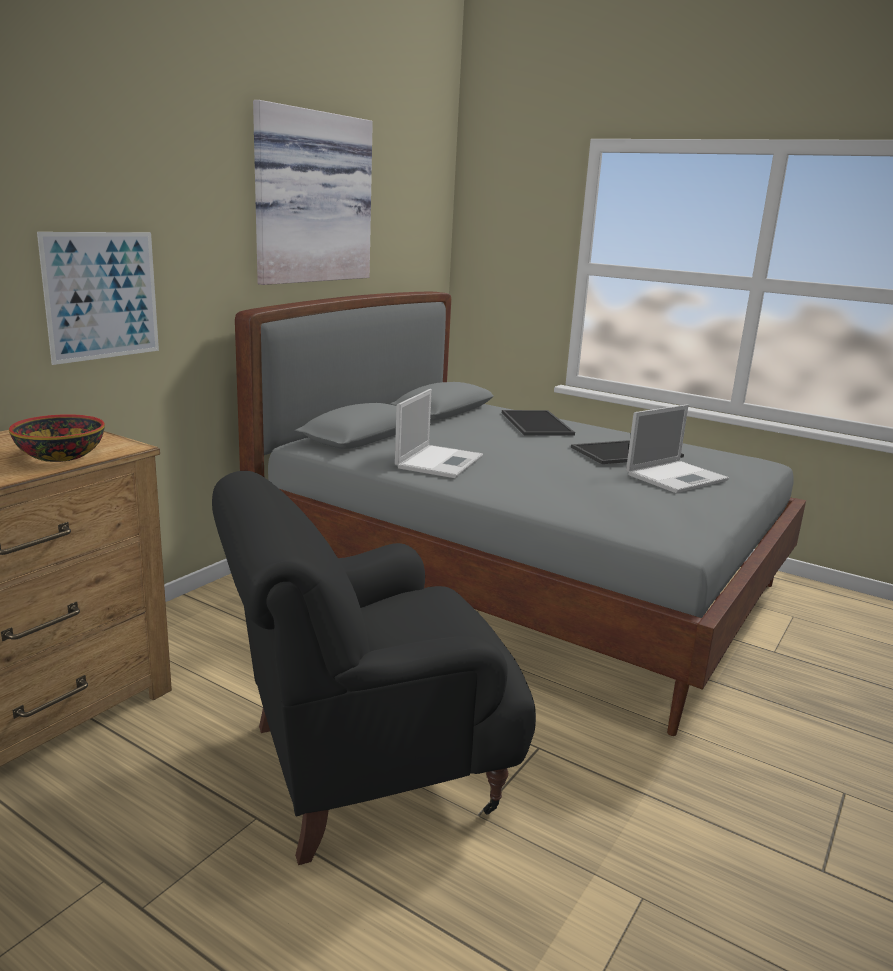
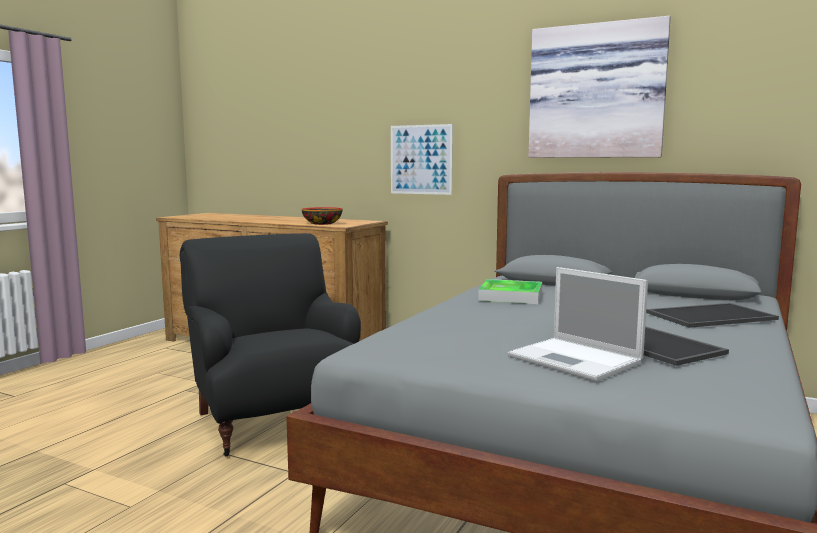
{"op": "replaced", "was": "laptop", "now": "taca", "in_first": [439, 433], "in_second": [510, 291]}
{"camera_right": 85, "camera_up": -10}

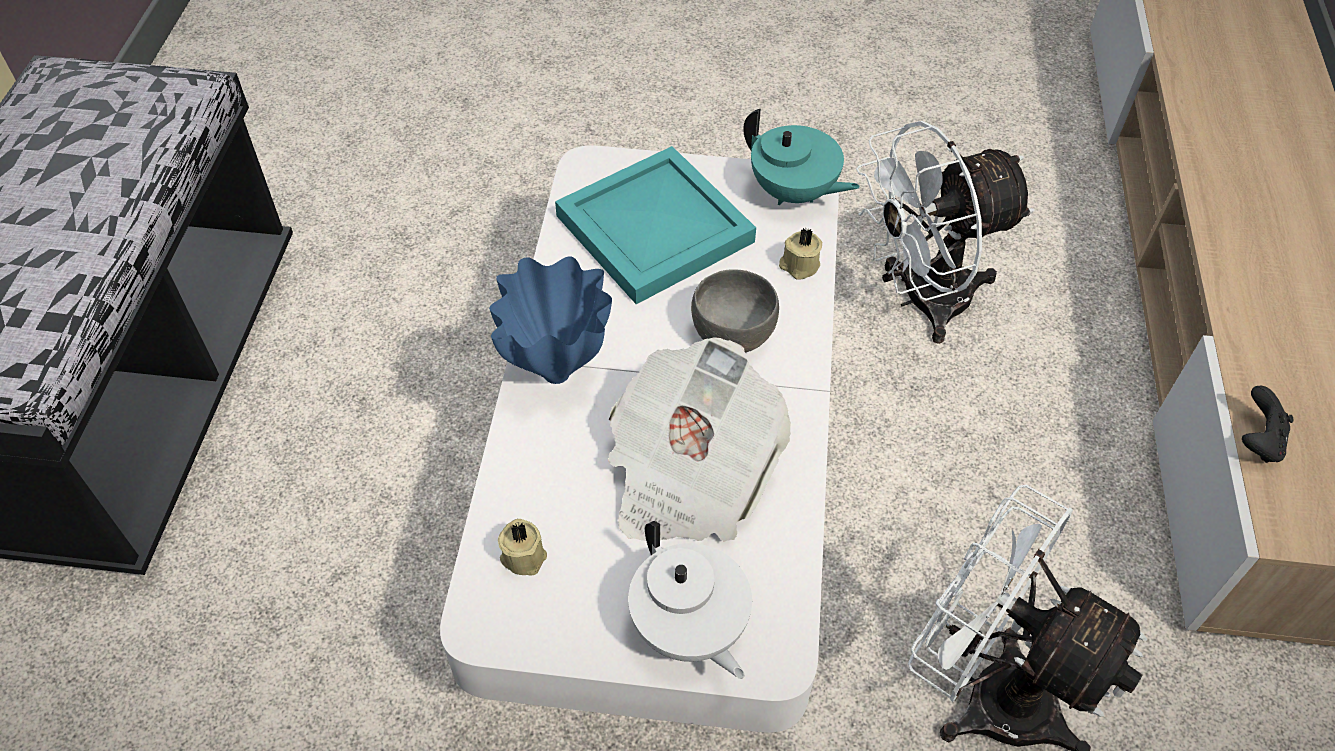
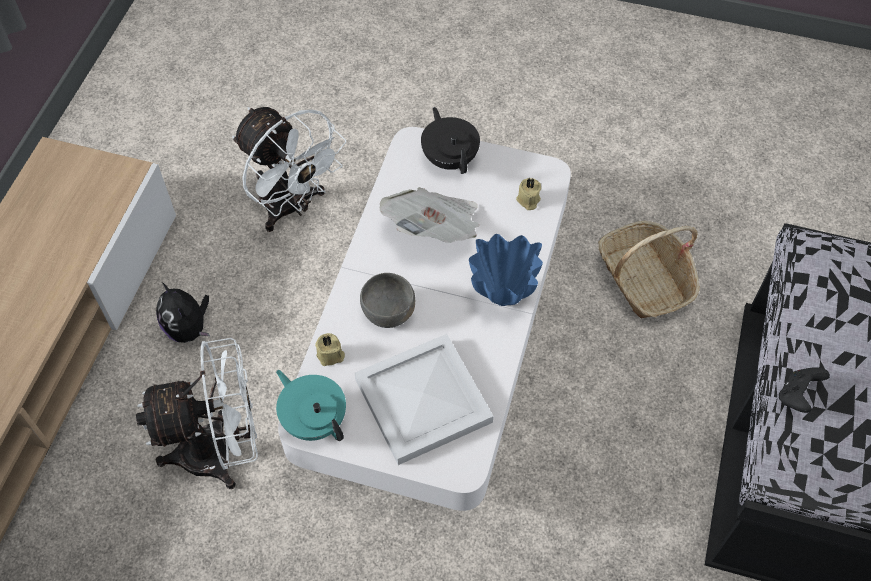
{"op": "added", "now": "pluszak", "in_second": [183, 313]}
{"op": "recoloured", "was": "taca/turkusowy", "now": "taca/biały", "in_first": [655, 225], "in_second": [424, 399]}
{"op": "recoloured", "was": "imbryk/biały", "now": "imbryk/czarny", "in_first": [690, 600], "in_second": [450, 140]}
{"op": "added", "now": "koszyk", "in_second": [649, 269]}
{"op": "moved", "was": "pad do gier/czarny", "in_first": [1267, 424], "in_second": [804, 390]}
{"camera_right": -170, "camera_up": 5}

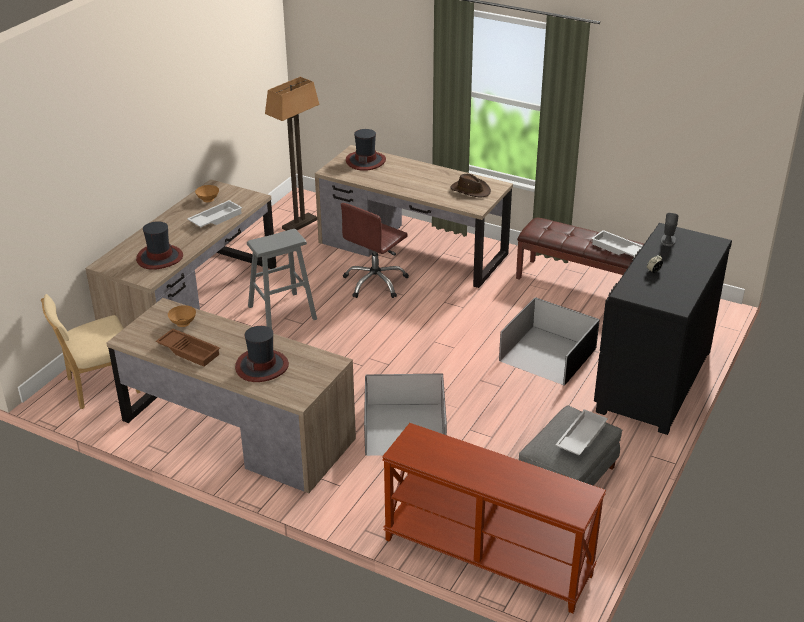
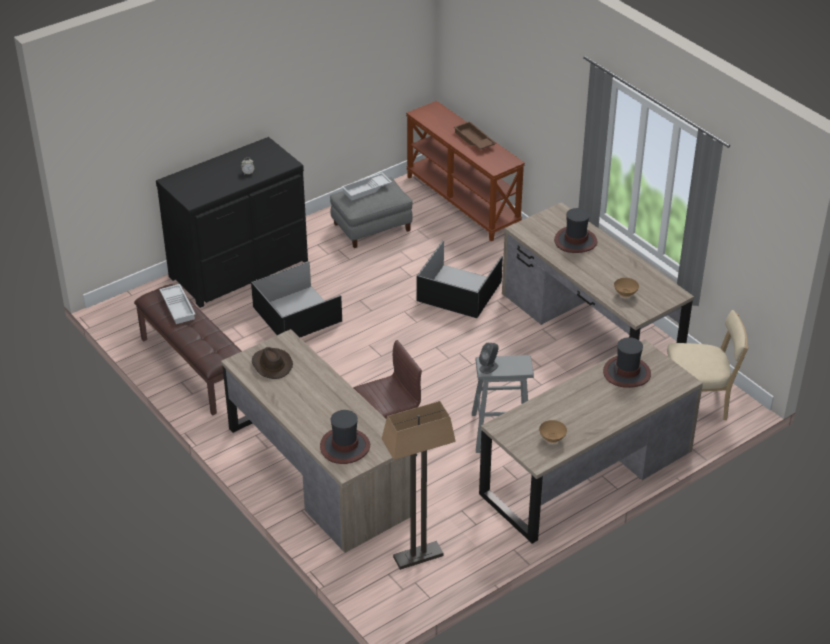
{"op": "moved", "was": "taca/brązowy", "in_first": [188, 348], "in_second": [475, 135]}
{"op": "moved", "was": "głośnik/szary", "in_first": [669, 229], "in_second": [489, 358]}
{"op": "removed", "was": "taca/biały", "in_first": [214, 213]}
{"camera_right": -155, "camera_up": 5}

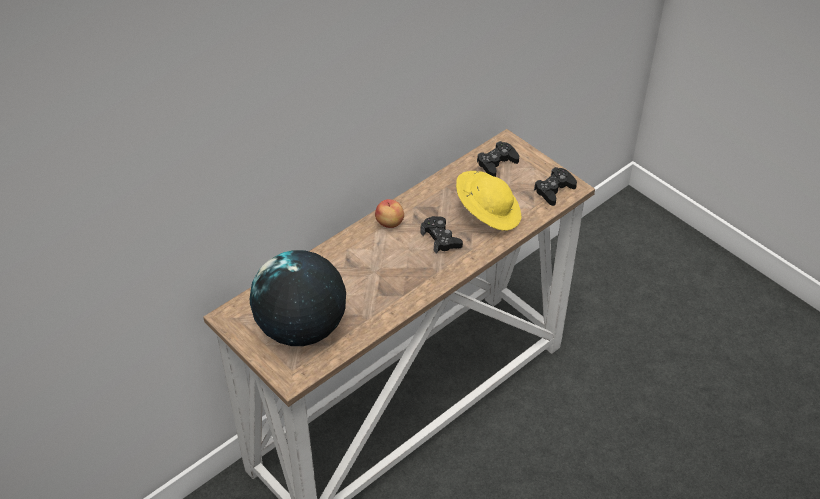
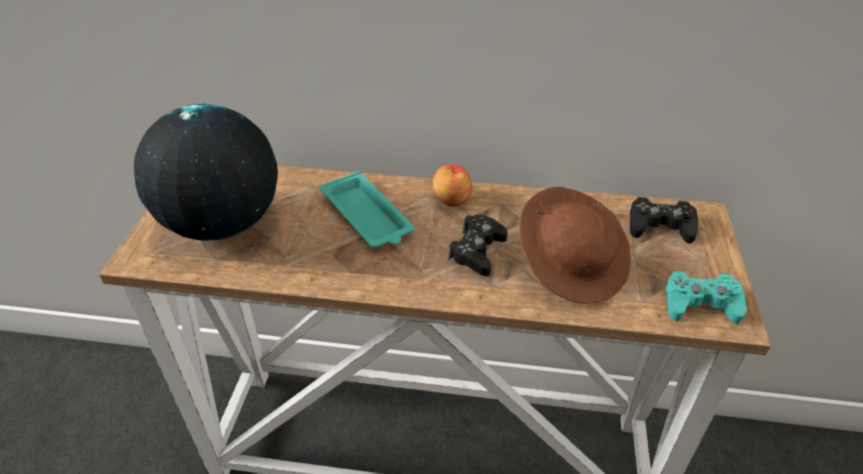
{"op": "added", "now": "taca/turkusowy", "in_second": [367, 209]}
{"op": "recoloured", "was": "kapelusz/żółty", "now": "kapelusz/brązowy", "in_first": [488, 201], "in_second": [575, 245]}
{"op": "recoloured", "was": "pad do gier/czarny", "now": "pad do gier/turkusowy", "in_first": [555, 186], "in_second": [705, 297]}
{"camera_right": 50, "camera_up": -5}

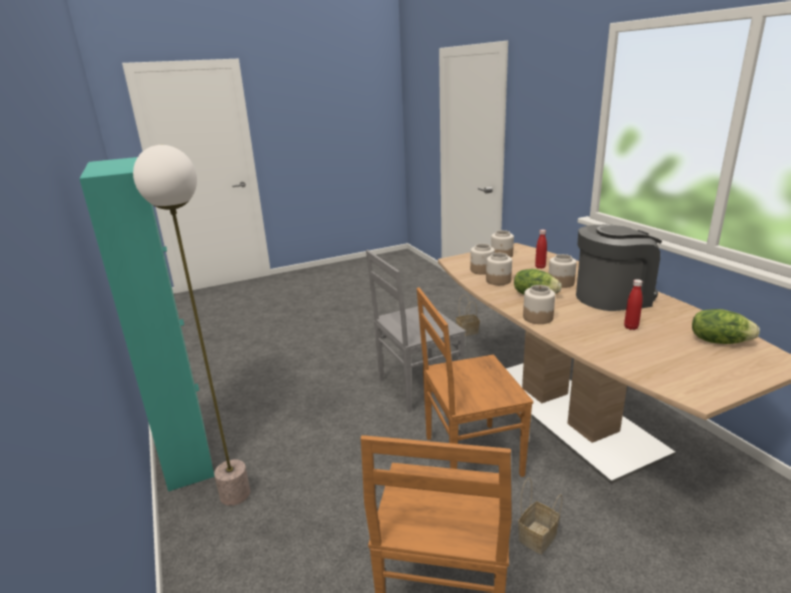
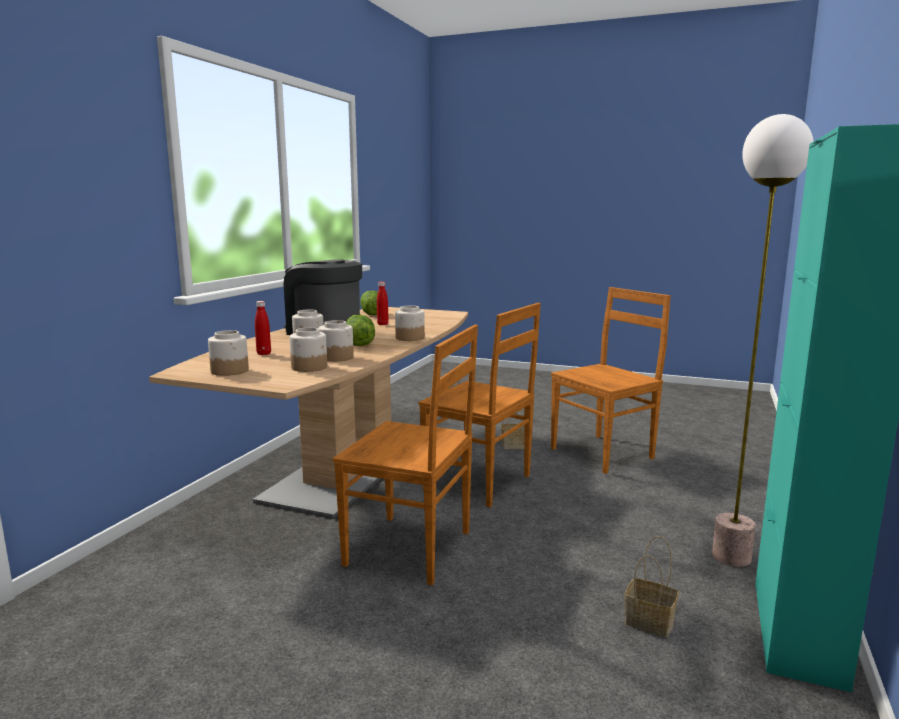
{"op": "recoloured", "was": "krzesło/szary", "now": "krzesło/brązowy", "in_first": [416, 331], "in_second": [405, 455]}
{"op": "moved", "was": "koszyk", "in_first": [468, 315], "in_second": [652, 586]}
{"camera_right": -135, "camera_up": -10}

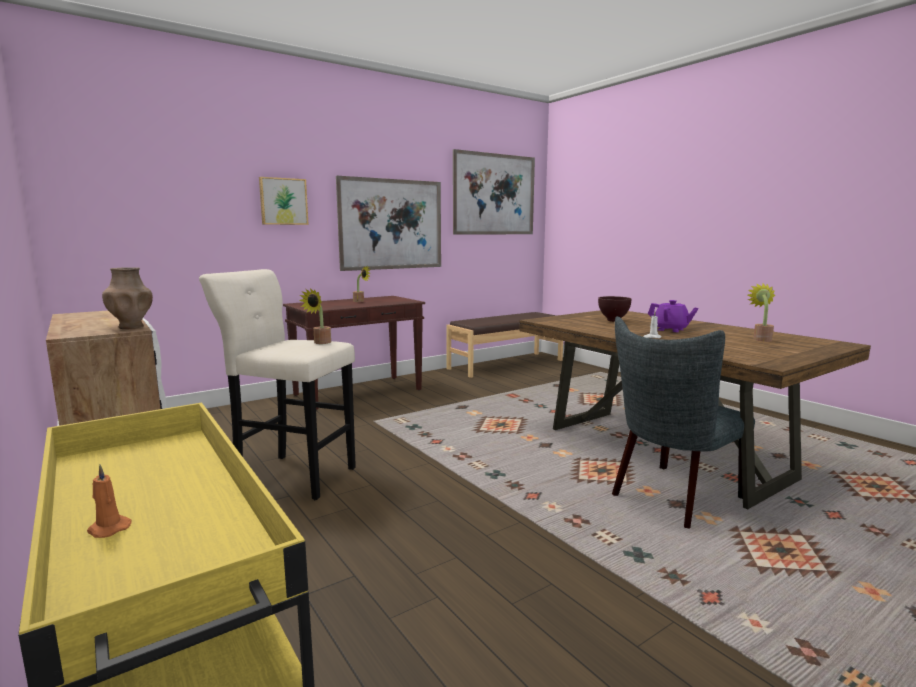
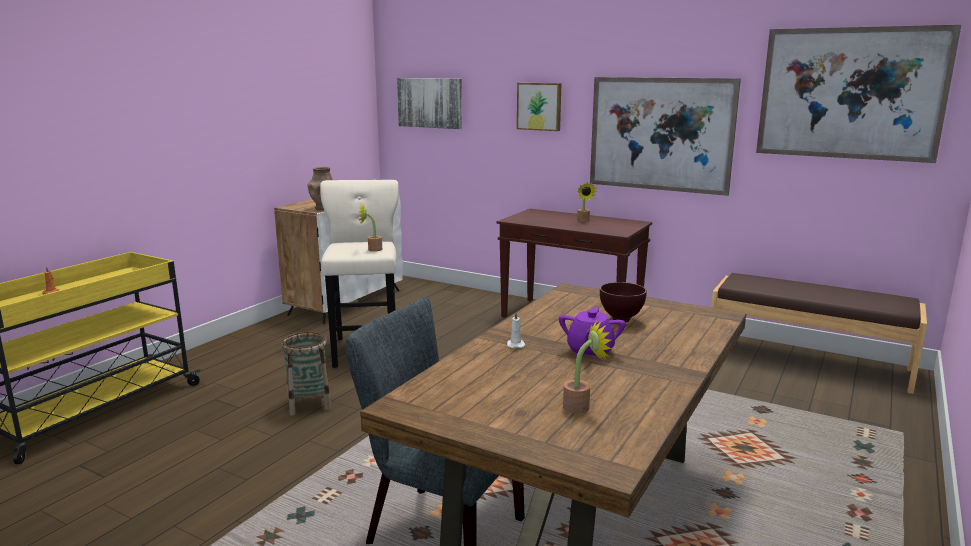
{"op": "added", "now": "koszyk", "in_second": [306, 374]}
{"op": "added", "now": "obraz", "in_second": [429, 103]}
{"camera_right": 65, "camera_up": 5}

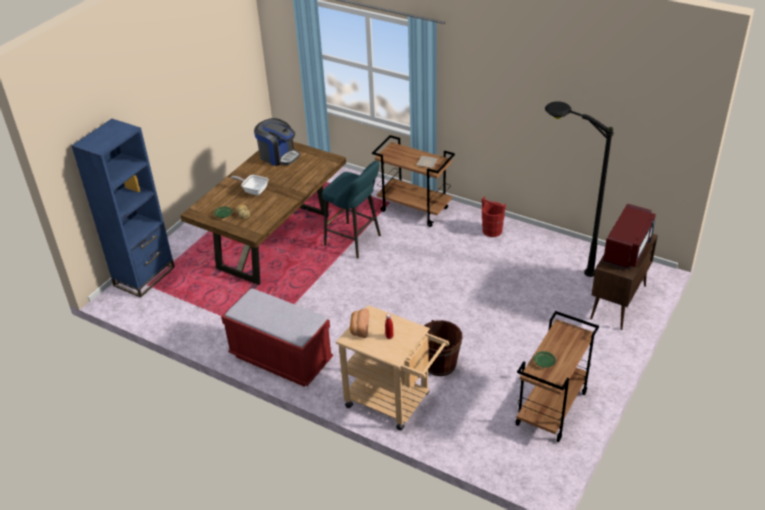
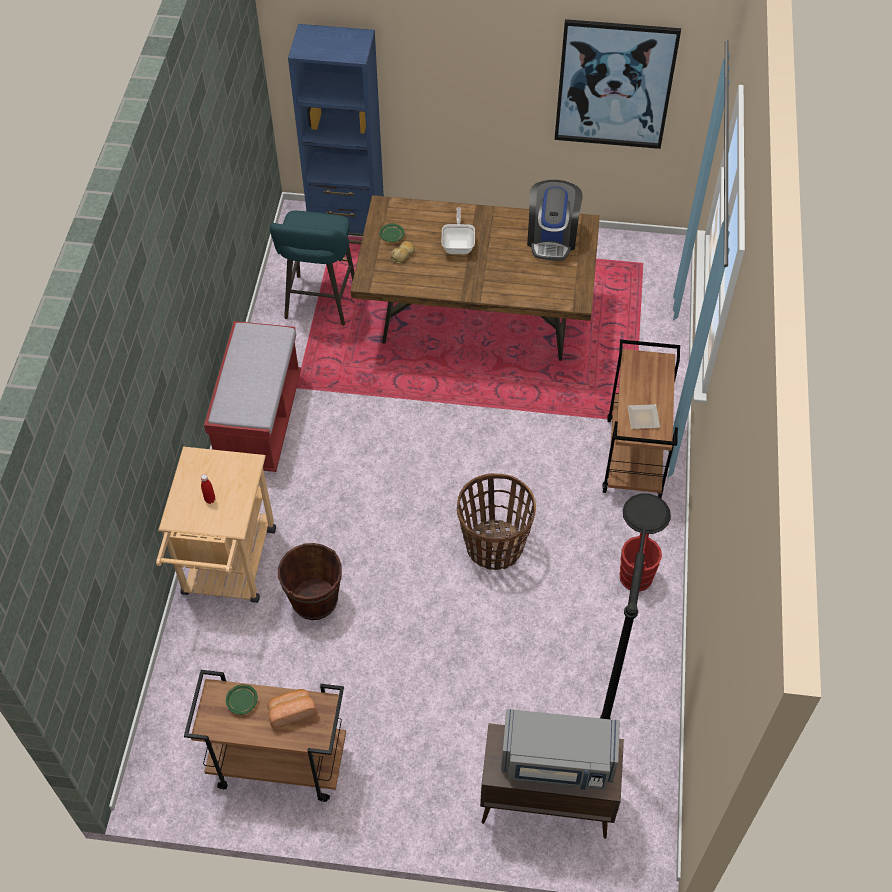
{"op": "moved", "was": "chleb", "in_first": [359, 323], "in_second": [292, 708]}
{"op": "moved", "was": "stołek/turkusowy", "in_first": [351, 209], "in_second": [312, 268]}
{"op": "added", "now": "koszyk", "in_second": [496, 521]}
{"op": "recoloured", "was": "mikrofalówka/czerwony", "now": "mikrofalówka/szary", "in_first": [629, 236], "in_second": [560, 749]}
{"op": "added", "now": "obraz", "in_second": [617, 84]}
{"camera_right": 65, "camera_up": 15}

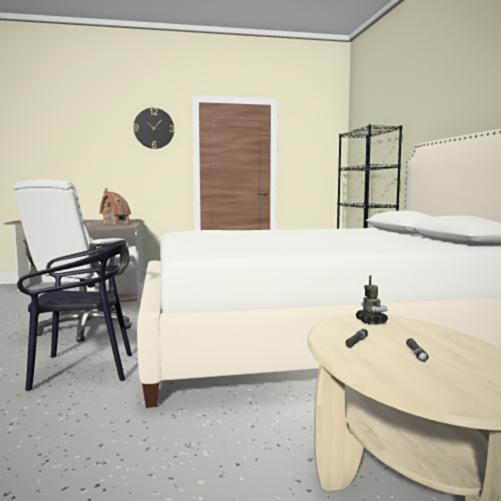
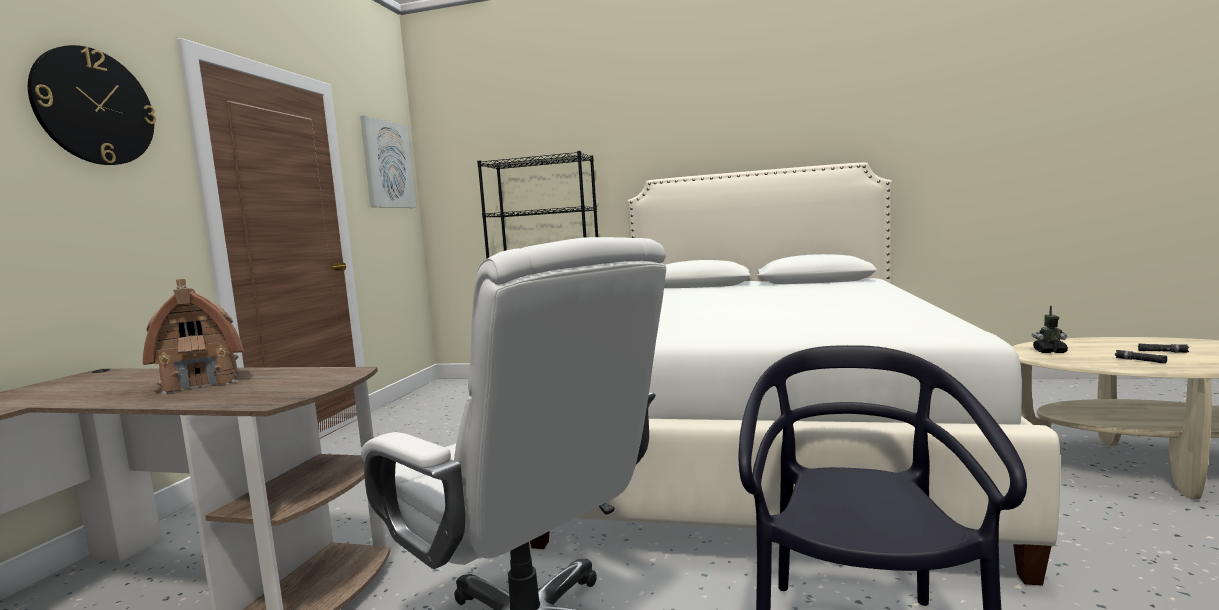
{"op": "added", "now": "obraz", "in_second": [388, 161]}
{"camera_right": -65, "camera_up": 0}

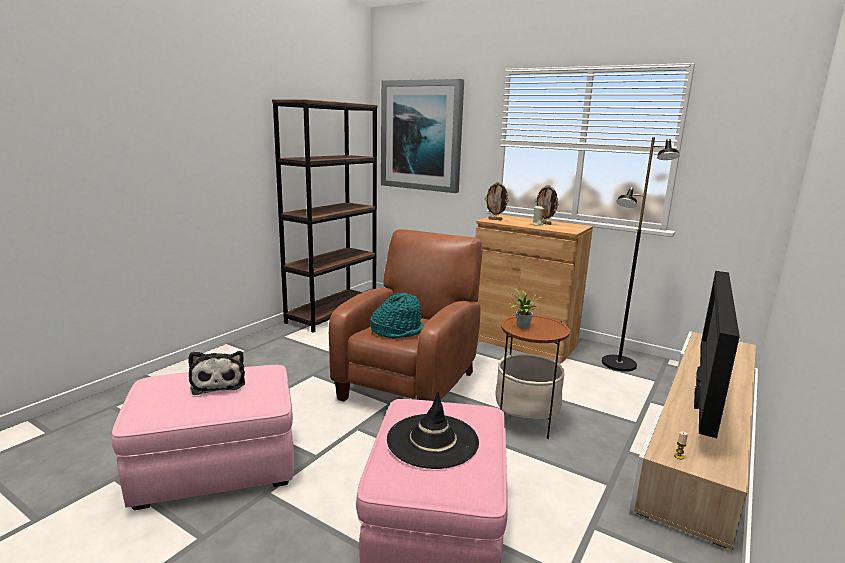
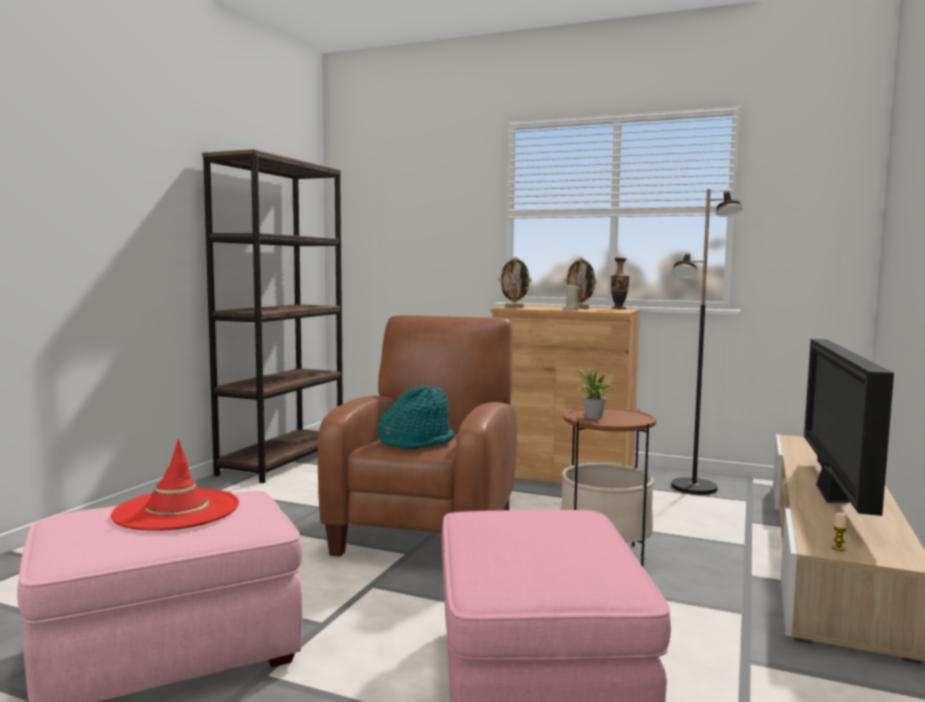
{"op": "replaced", "was": "pluszak", "now": "kapelusz/czerwony", "in_first": [216, 373], "in_second": [175, 485]}
{"op": "added", "now": "wazon", "in_second": [620, 283]}
{"op": "removed", "was": "obraz", "in_first": [422, 136]}
{"op": "removed", "was": "kapelusz/czarny", "in_first": [433, 430]}
{"camera_right": -10, "camera_up": -10}

